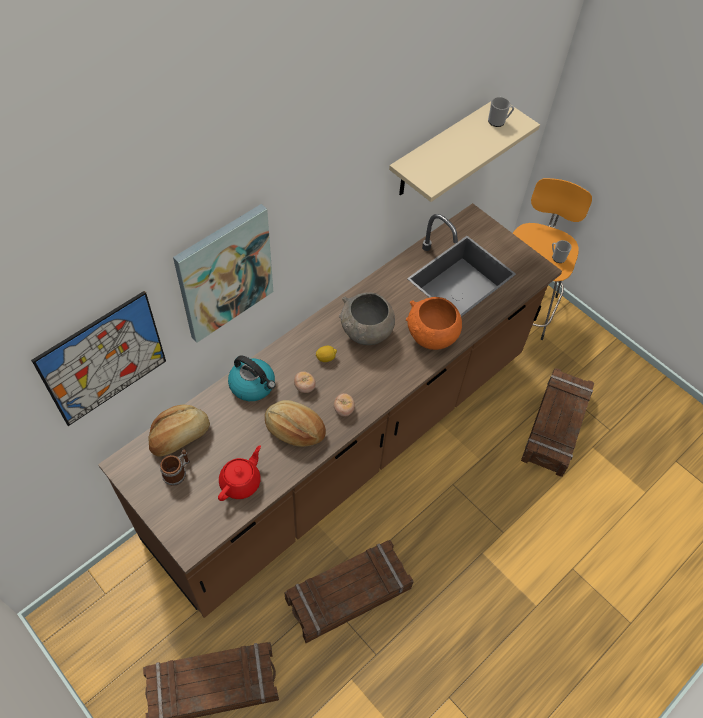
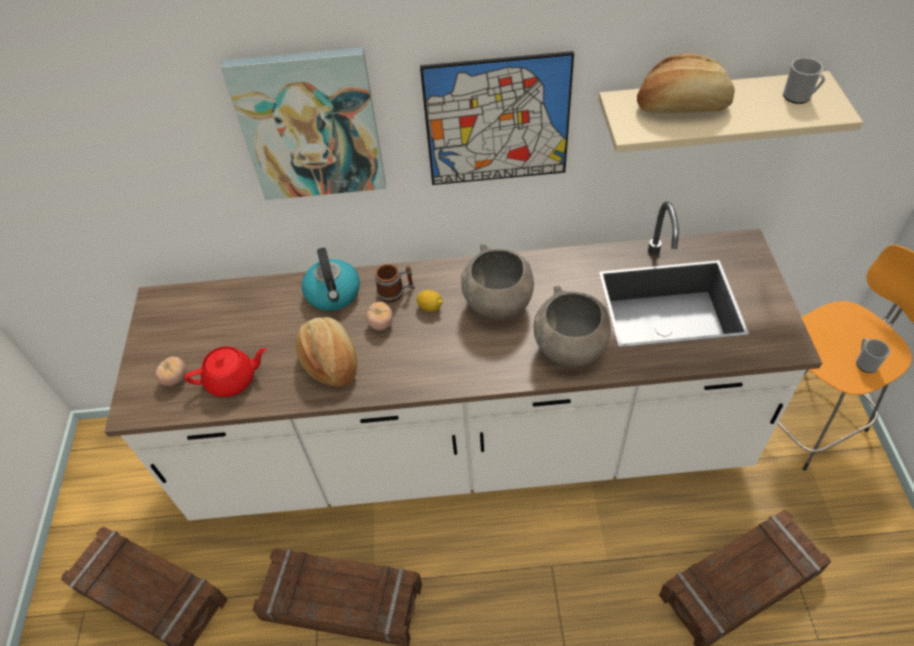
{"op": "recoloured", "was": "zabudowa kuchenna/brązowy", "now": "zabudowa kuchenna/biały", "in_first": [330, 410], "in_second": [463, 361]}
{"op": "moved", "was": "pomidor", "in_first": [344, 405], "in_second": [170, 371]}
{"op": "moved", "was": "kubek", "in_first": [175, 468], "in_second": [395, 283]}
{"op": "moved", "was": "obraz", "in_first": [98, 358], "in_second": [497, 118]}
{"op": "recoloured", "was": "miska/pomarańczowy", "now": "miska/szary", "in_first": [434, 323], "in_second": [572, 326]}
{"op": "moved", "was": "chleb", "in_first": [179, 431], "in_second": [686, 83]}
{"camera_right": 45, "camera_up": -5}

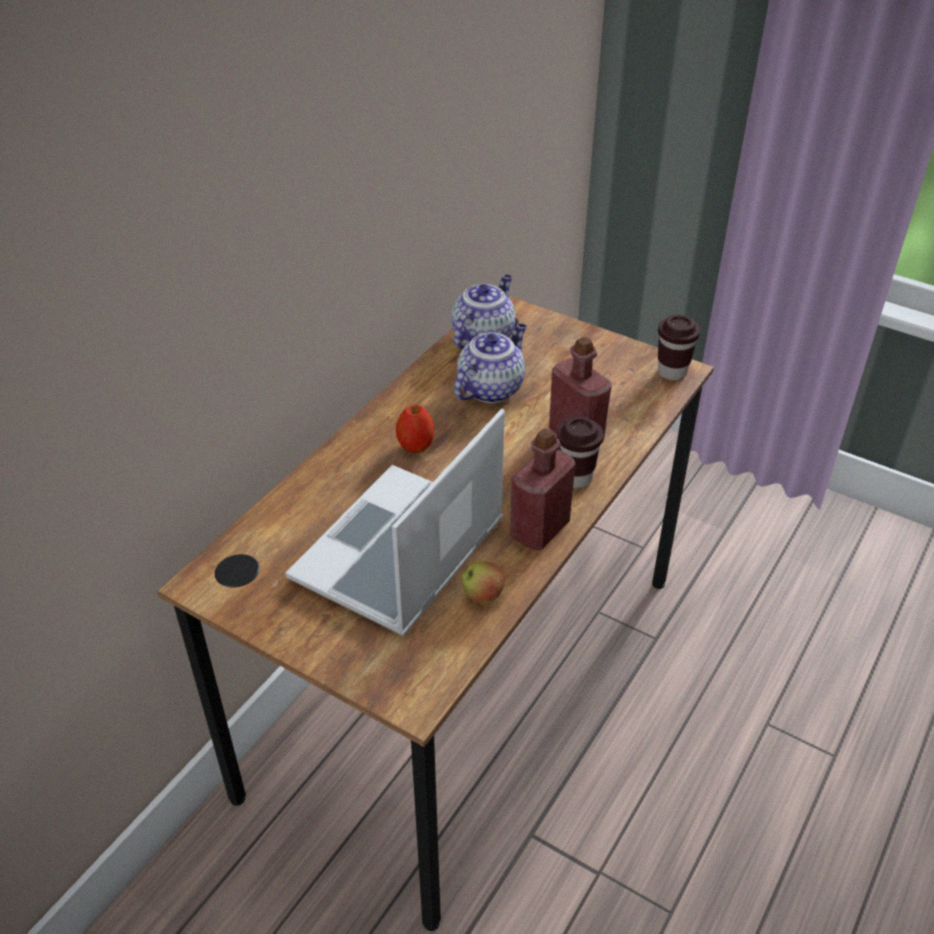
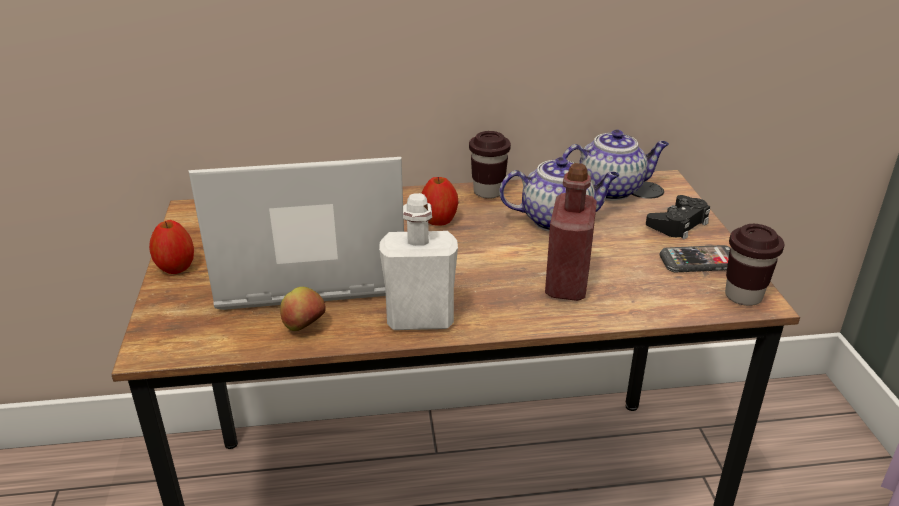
{"op": "added", "now": "jabłko", "in_second": [171, 247]}
{"op": "recoloured", "was": "butelka/czerwony", "now": "butelka/biały", "in_first": [542, 489], "in_second": [418, 261]}
{"op": "moved", "was": "filiżanka/brązowy", "in_first": [579, 452], "in_second": [490, 165]}
{"op": "added", "now": "pad do gier/czarny", "in_second": [678, 217]}
{"op": "added", "now": "telefon", "in_second": [695, 258]}
{"camera_right": 50, "camera_up": -10}

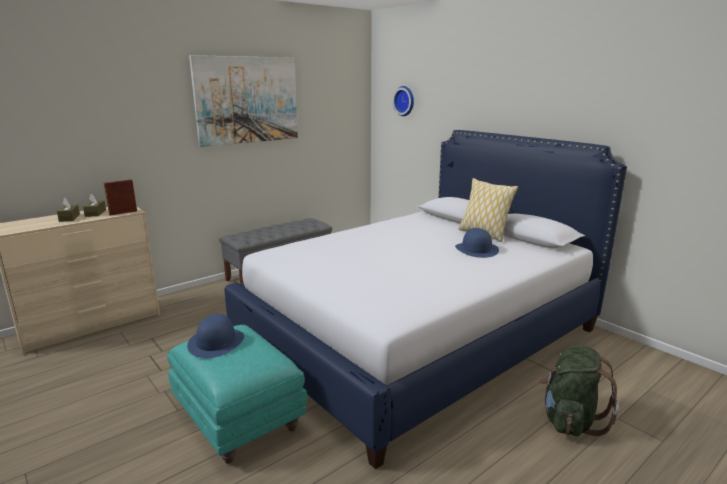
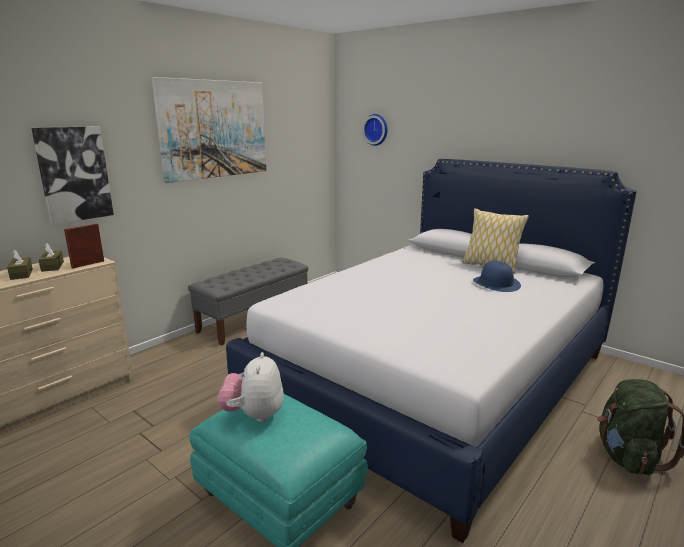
{"op": "added", "now": "obraz", "in_second": [72, 175]}
{"op": "replaced", "was": "kapelusz/niebieski", "now": "pluszak", "in_first": [215, 336], "in_second": [251, 387]}
{"camera_right": -10, "camera_up": 0}

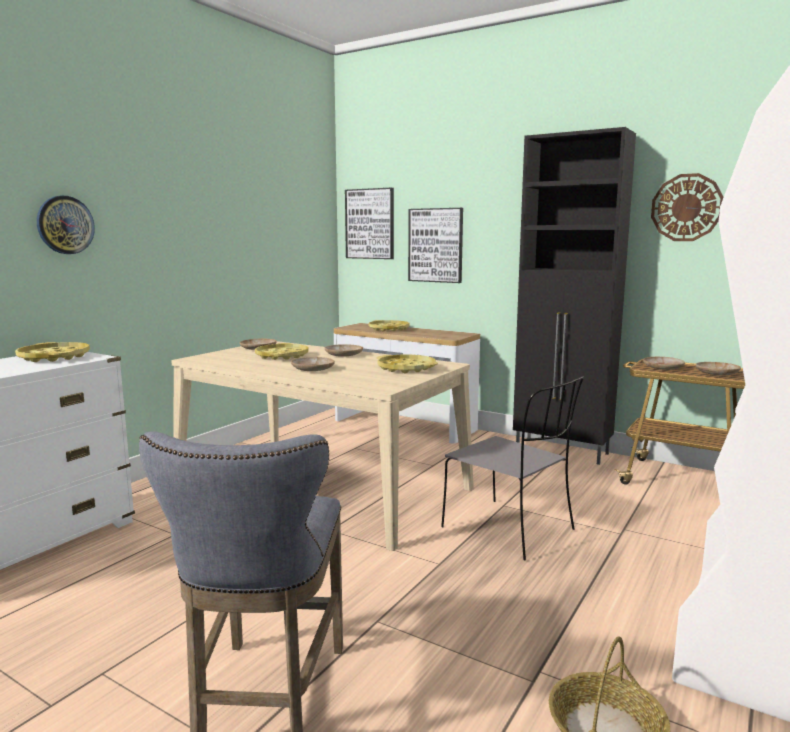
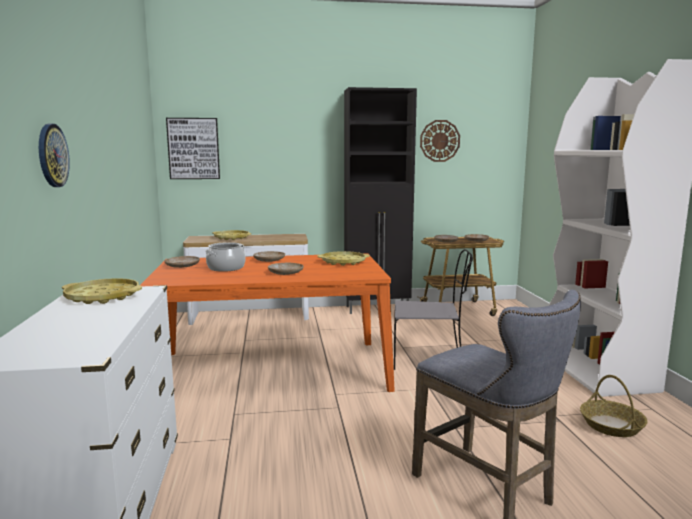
{"op": "recoloured", "was": "stół jadalny/beżowy", "now": "stół jadalny/pomarańczowy", "in_first": [322, 446], "in_second": [267, 322]}
{"op": "replaced", "was": "taca/żółty", "now": "garnek", "in_first": [282, 351], "in_second": [225, 257]}
{"op": "removed", "was": "obraz", "in_first": [435, 245]}
{"camera_right": -40, "camera_up": 0}

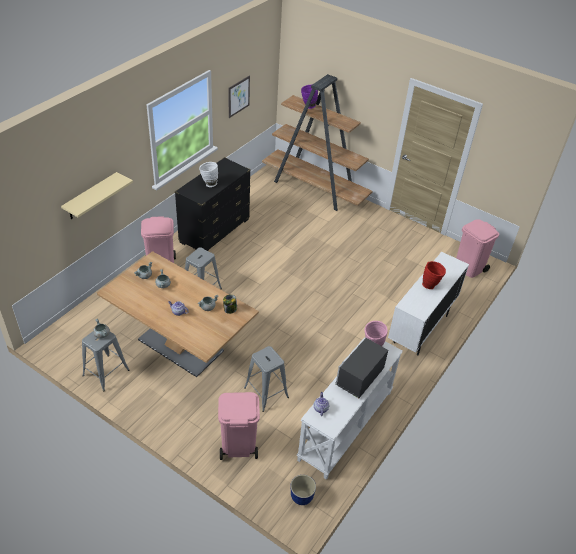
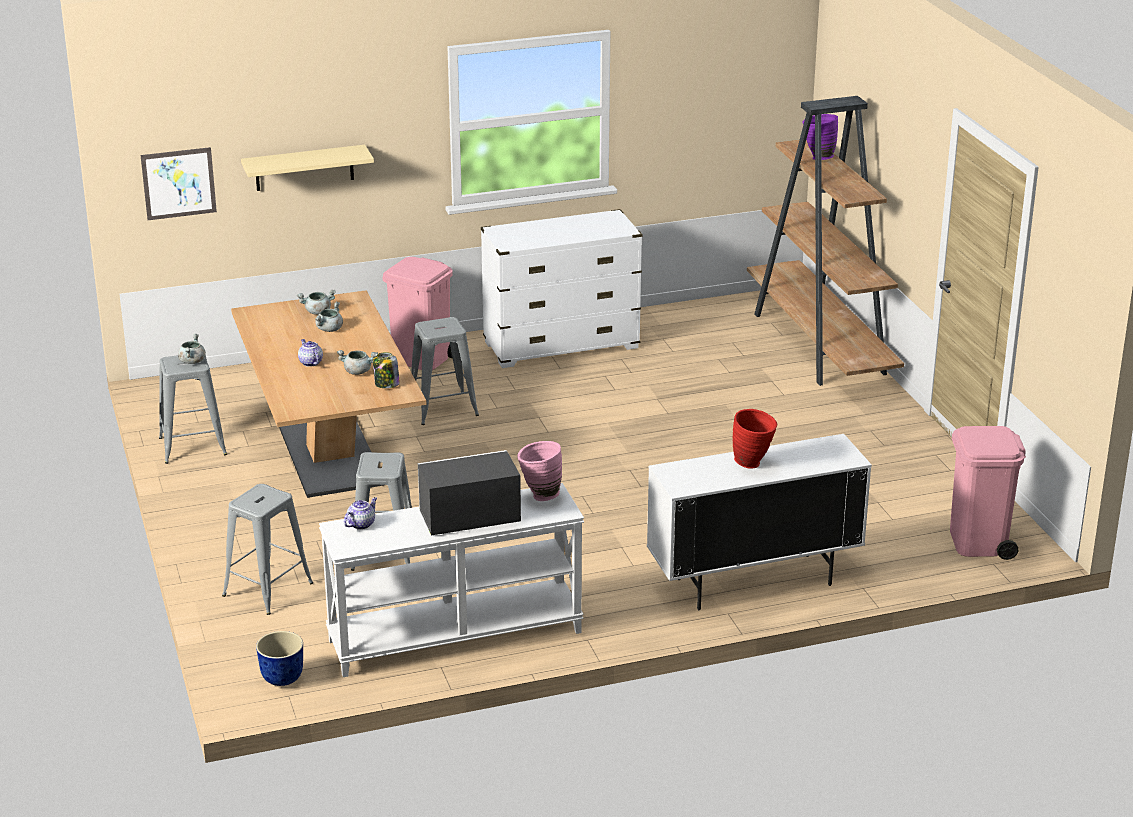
{"op": "moved", "was": "obraz", "in_first": [239, 97], "in_second": [179, 183]}
{"op": "replaced", "was": "kosz na śmieci/różowy", "now": "stołek/szary", "in_first": [239, 426], "in_second": [267, 549]}
{"op": "recoloured", "was": "komoda/czarny", "now": "komoda/biały", "in_first": [213, 204], "in_second": [562, 288]}
{"op": "removed", "was": "wazon/biały", "in_first": [208, 174]}
{"camera_right": 40, "camera_up": -15}

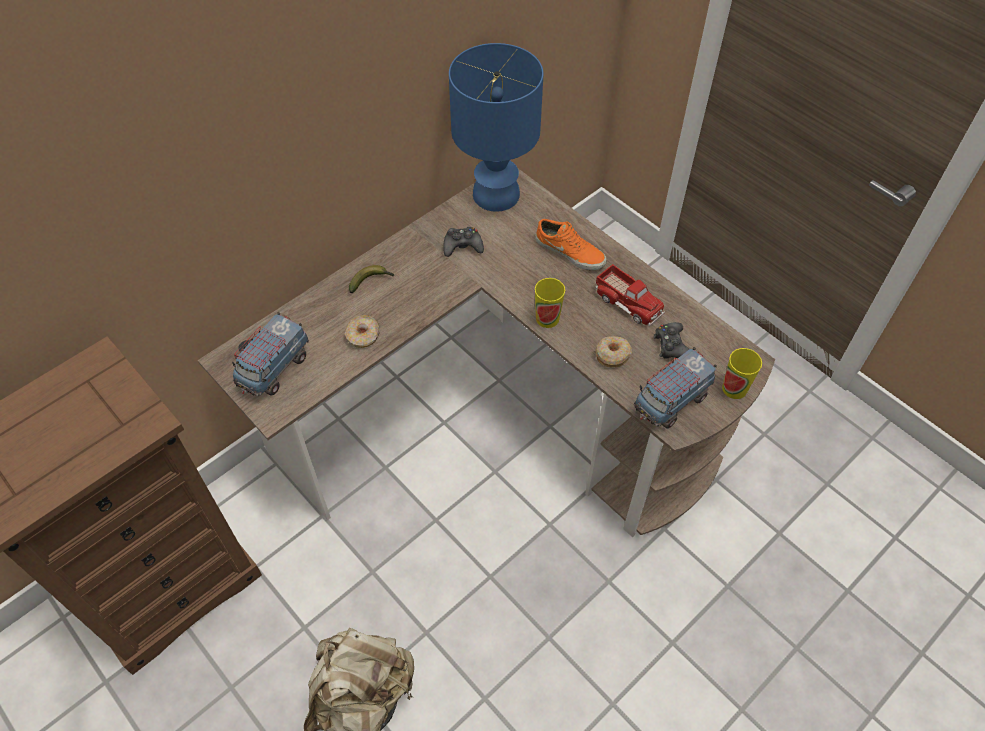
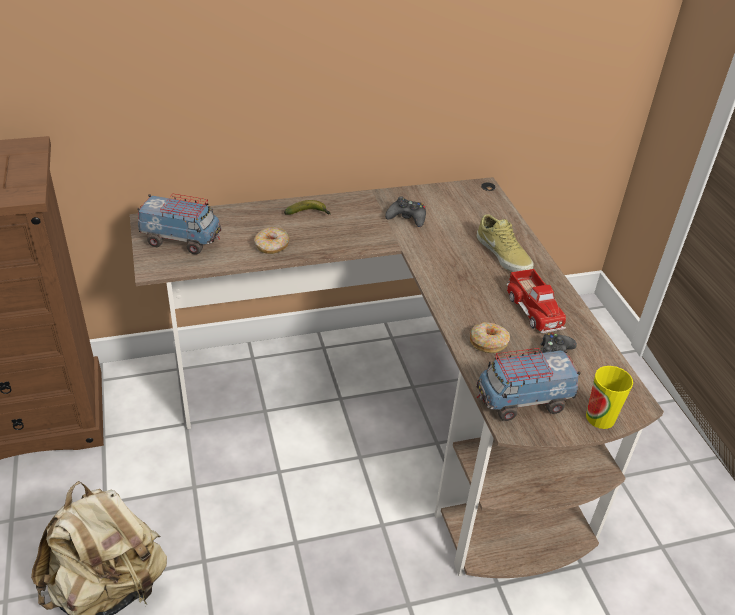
{"op": "turned", "was": "ciężarówka zabawkowa", "in_first": [270, 354], "in_second": [179, 223], "clockwise": -135}
{"op": "recoloured", "was": "but/pomarańczowy", "now": "but/beżowy", "in_first": [571, 244], "in_second": [505, 243]}
{"op": "removed", "was": "lampa stołowa/niebieski", "in_first": [496, 127]}
{"op": "removed", "was": "filiżanka", "in_first": [550, 303]}
{"camera_right": 25, "camera_up": -15}

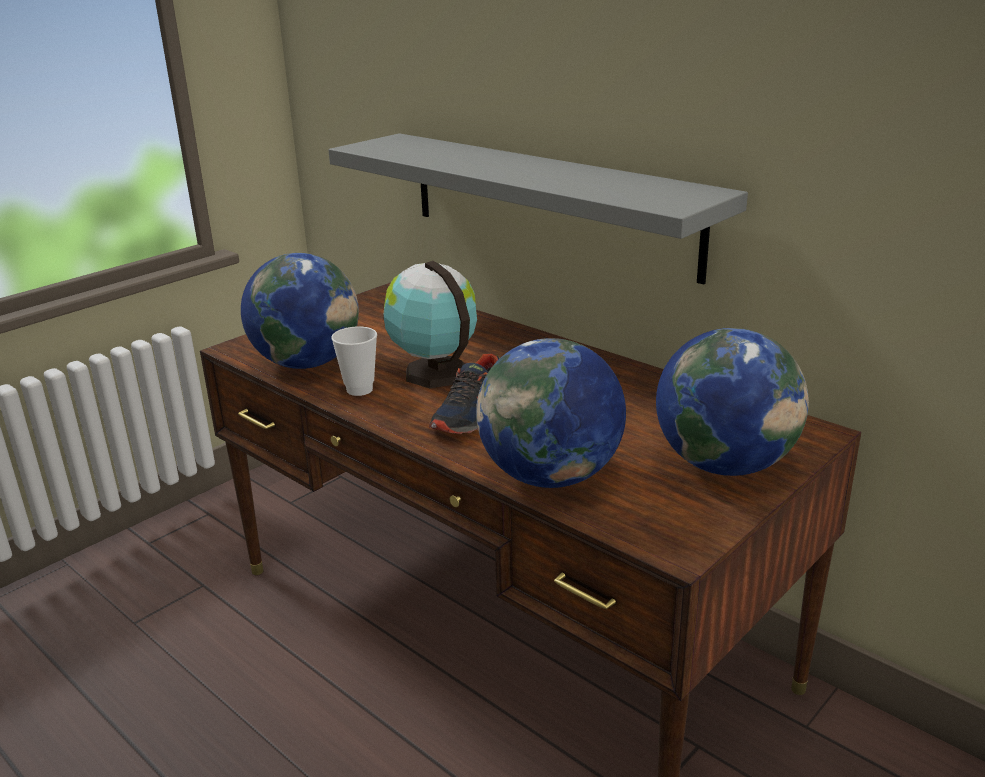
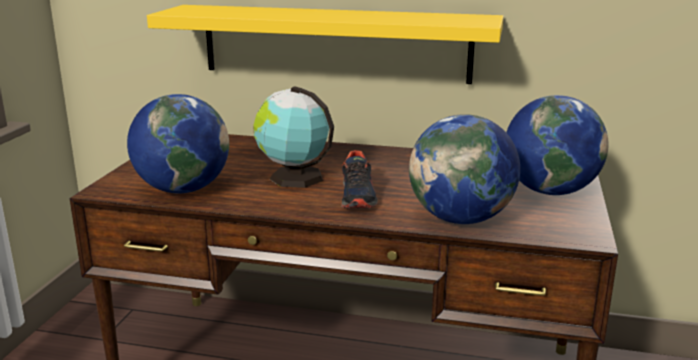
{"op": "recoloured", "was": "półka/szary", "now": "półka/żółty", "in_first": [538, 209], "in_second": [325, 44]}
{"op": "removed", "was": "filiżanka", "in_first": [354, 361]}
{"camera_right": -30, "camera_up": -5}

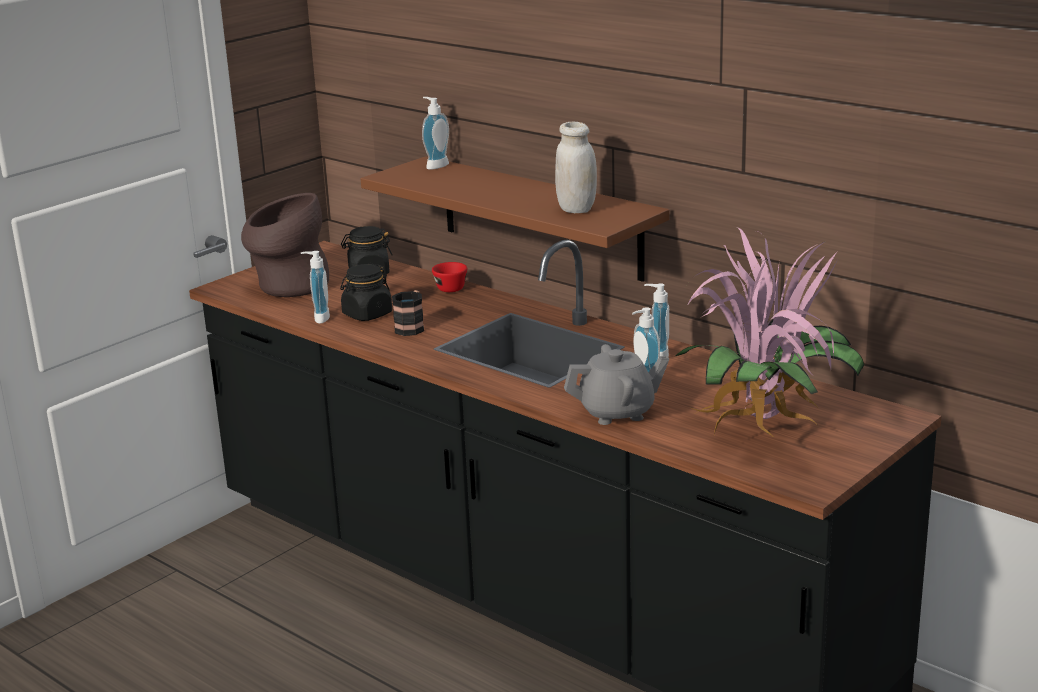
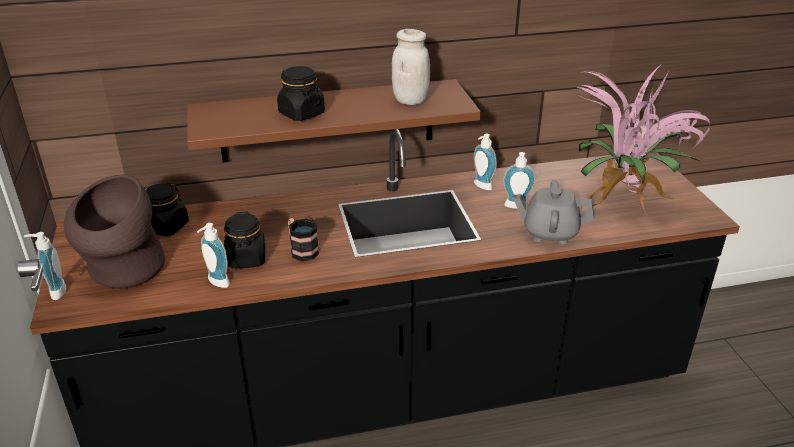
{"op": "moved", "was": "dozownik mydła", "in_first": [435, 133], "in_second": [45, 266]}
{"op": "added", "now": "słoik/czarny", "in_second": [301, 93]}
{"op": "turned", "was": "imbryk/szary", "in_first": [616, 384], "in_second": [553, 212], "clockwise": -105}
{"op": "removed", "was": "filiżanka/czerwony", "in_first": [449, 277]}
{"camera_right": -55, "camera_up": 10}

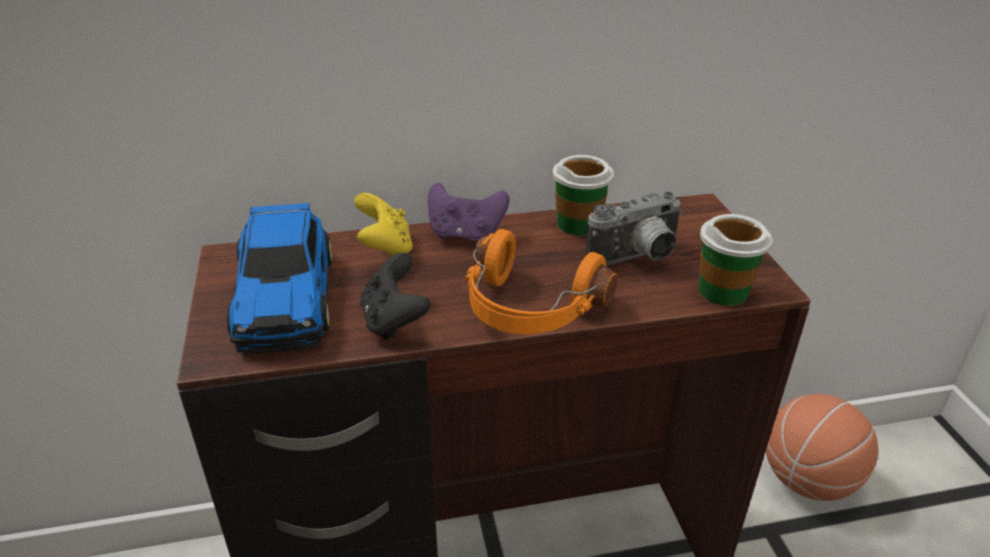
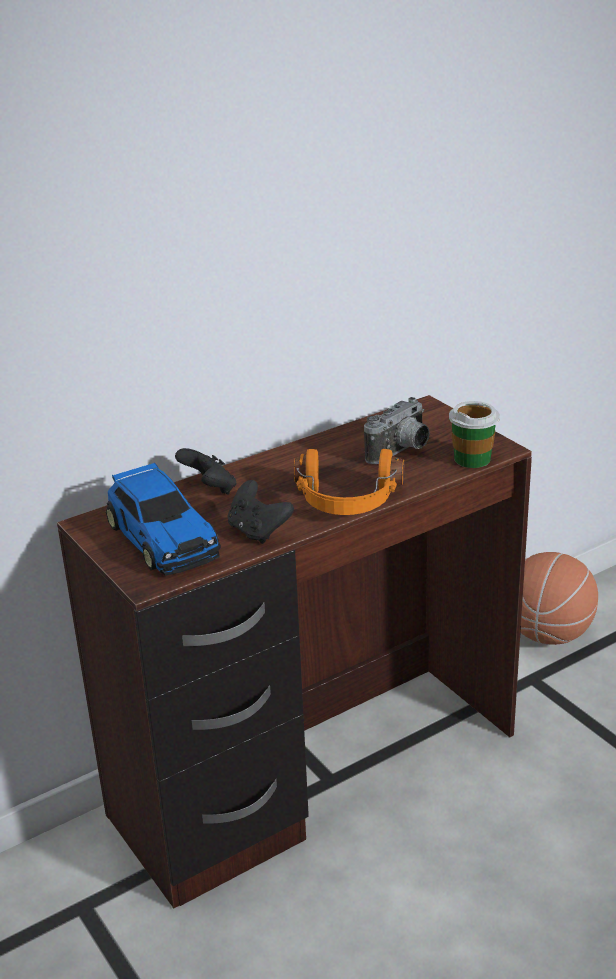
{"op": "recoloured", "was": "pad do gier/żółty", "now": "pad do gier/czarny", "in_first": [383, 224], "in_second": [206, 471]}
{"op": "removed", "was": "pad do gier/fioletowy", "in_first": [469, 212]}
{"op": "removed", "was": "filiżanka", "in_first": [583, 195]}
{"camera_right": -20, "camera_up": -5}

